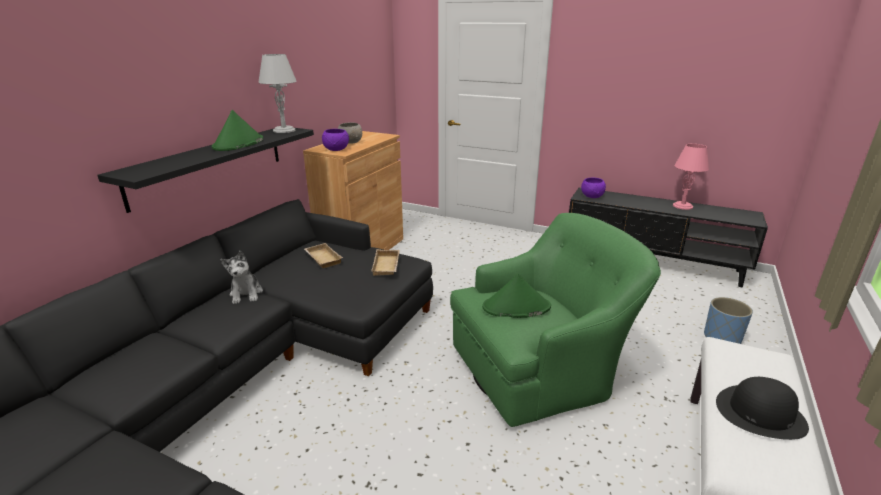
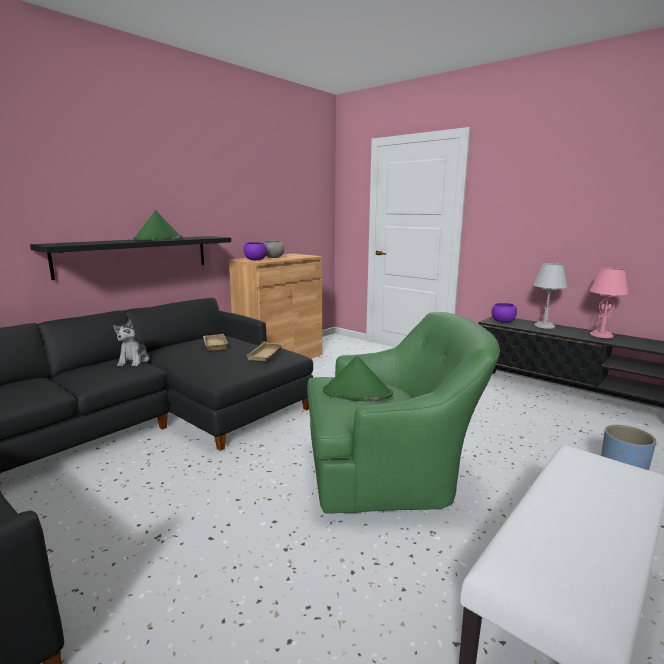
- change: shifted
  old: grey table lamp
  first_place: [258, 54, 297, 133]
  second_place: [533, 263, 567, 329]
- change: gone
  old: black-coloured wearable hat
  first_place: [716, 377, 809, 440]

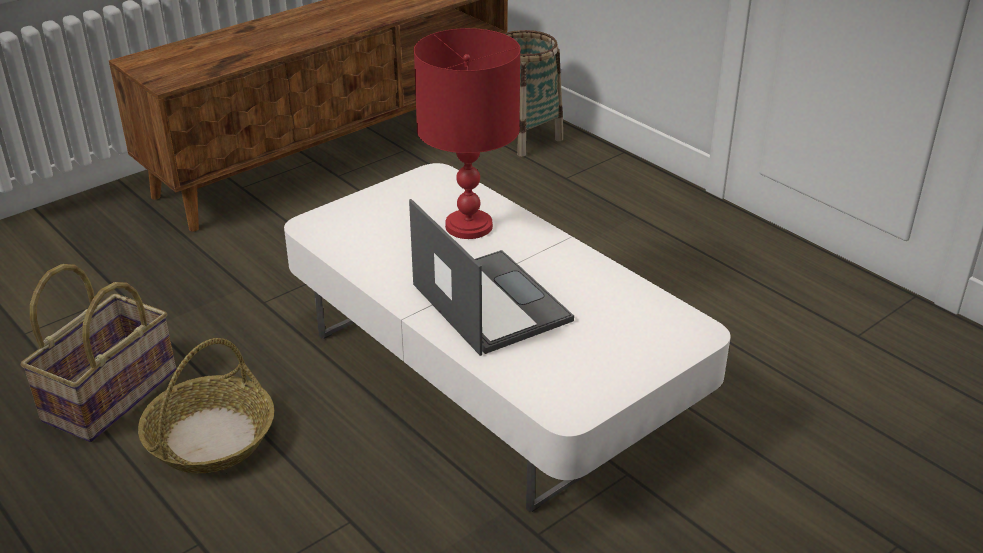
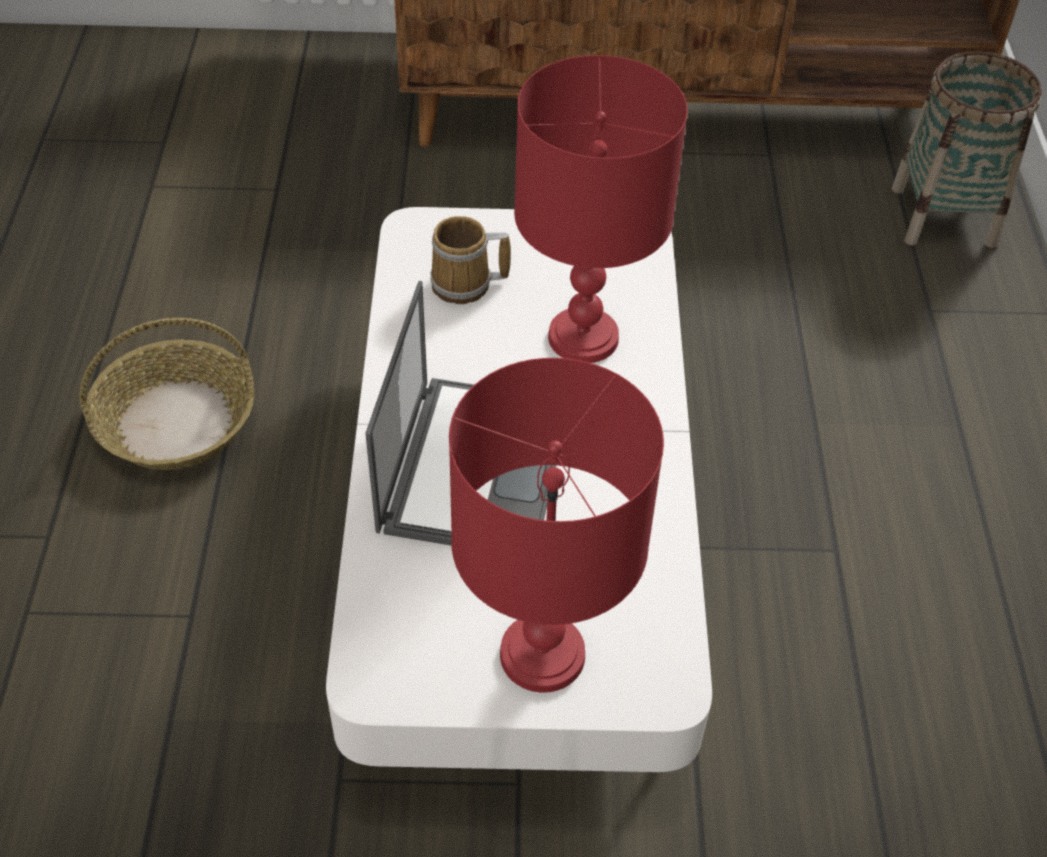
- change: gone
  old: basket
  first_place: [21, 264, 176, 442]
- change: new
  new: tea mug
  second_place: [430, 216, 511, 304]
- change: new
  new: red table lamp
  second_place: [449, 358, 664, 693]

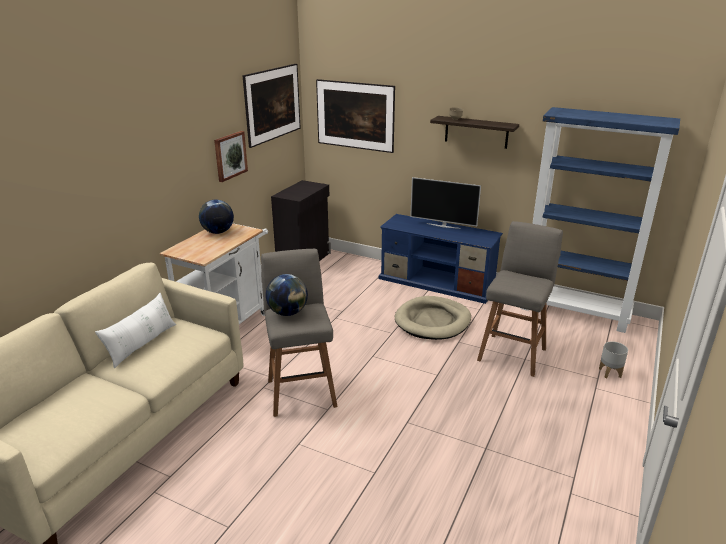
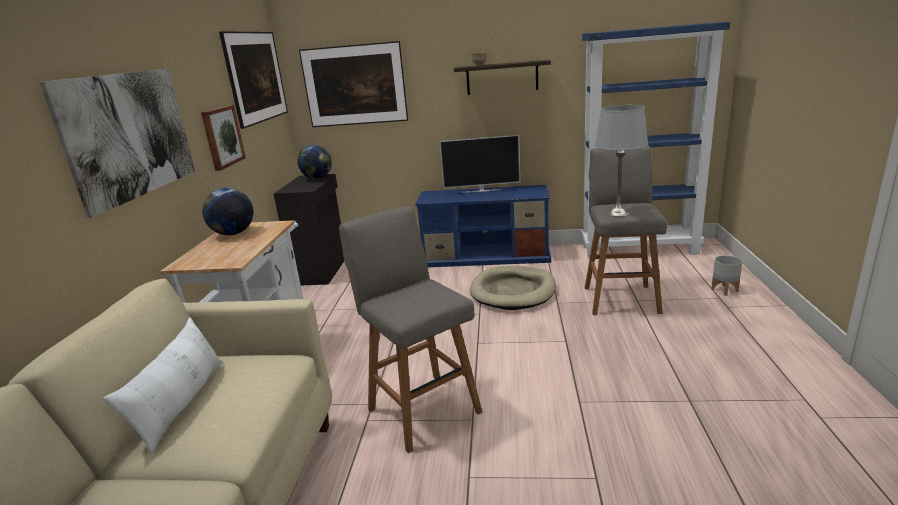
- change: shifted
  old: desk globe
  first_place: [266, 274, 308, 316]
  second_place: [298, 145, 332, 179]
- change: new
  new: picture
  second_place: [40, 69, 195, 218]
- change: new
  new: grey table lamp
  second_place: [594, 105, 648, 217]

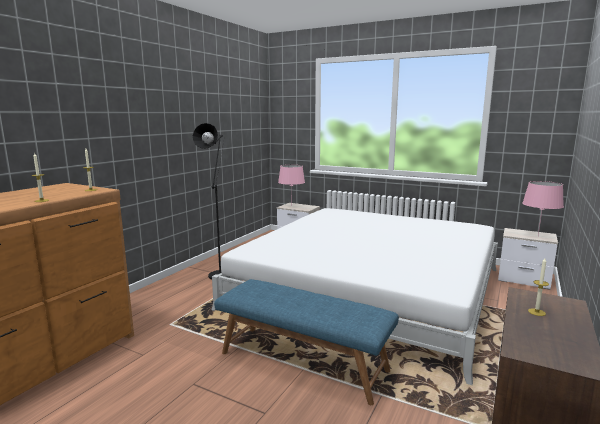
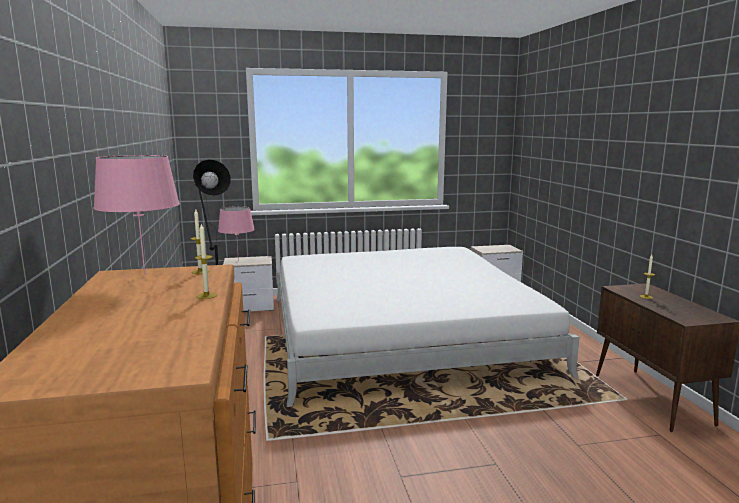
- change: gone
  old: blue bench
  first_place: [214, 279, 399, 405]
- change: shifted
  old: pink table lamp
  first_place: [522, 181, 564, 236]
  second_place: [93, 155, 180, 275]

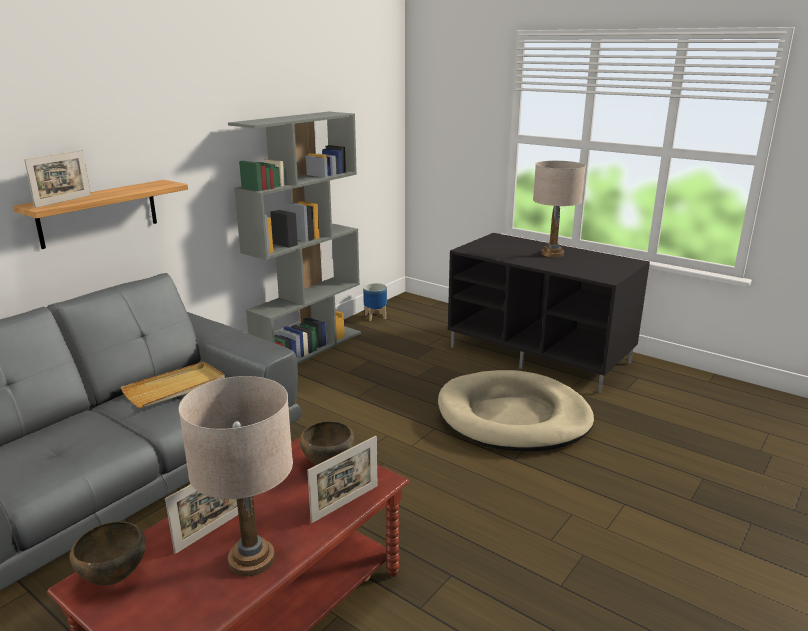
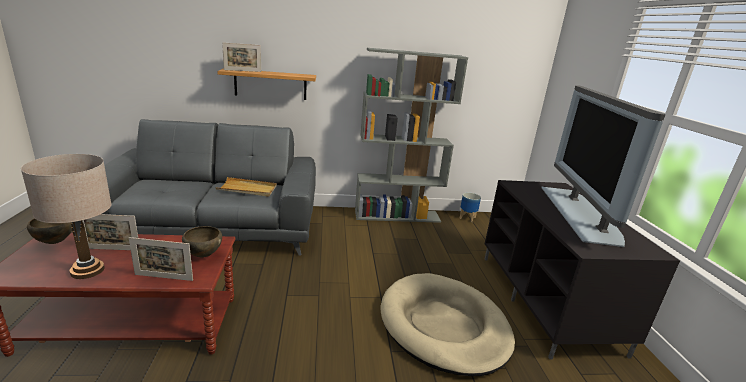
- change: swapped
  old: beige table lamp
  new: TV set
  first_place: [533, 161, 586, 257]
  second_place: [541, 85, 665, 247]

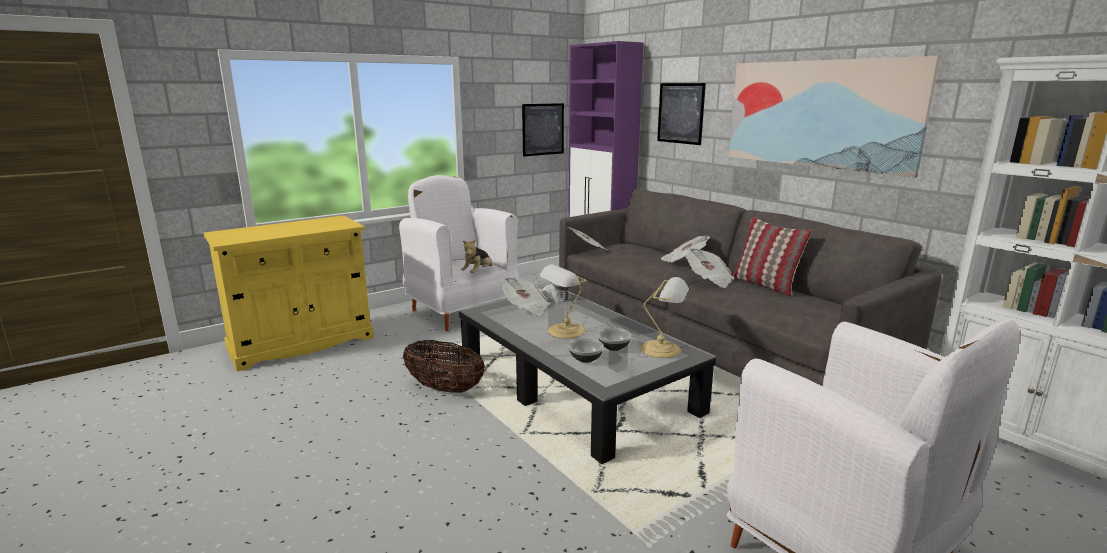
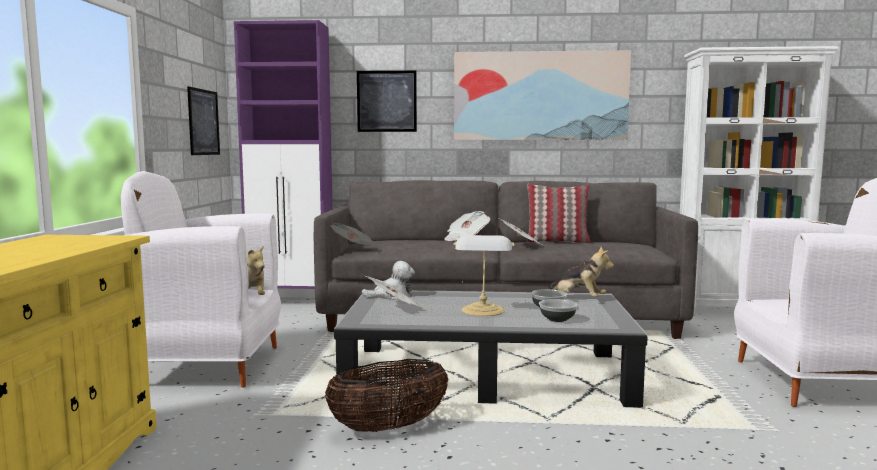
- change: swapped
  old: table lamp
  new: plush toy
  first_place: [640, 277, 689, 358]
  second_place: [548, 247, 614, 297]

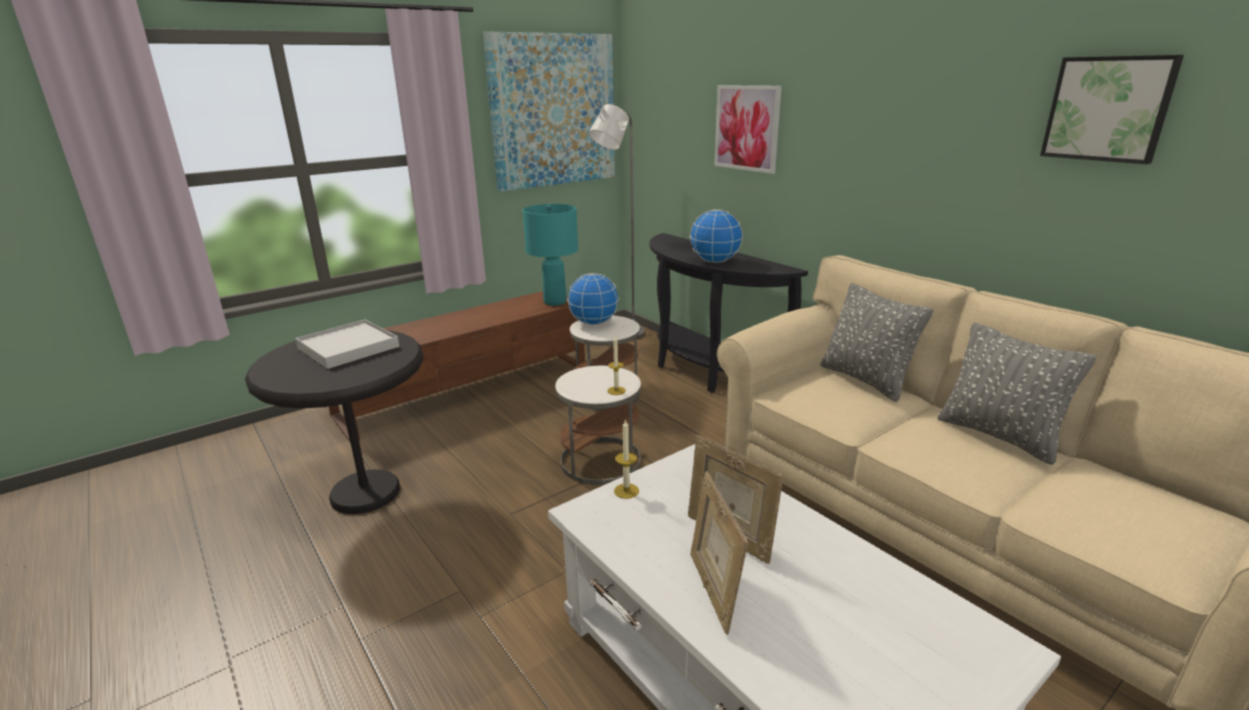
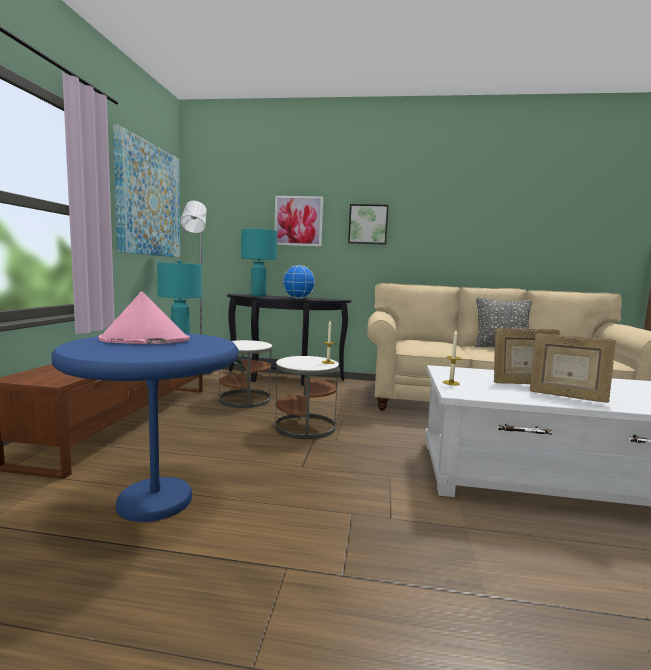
- change: repainted
  old: black-coloured side table
  new: blue side table
  first_place: [245, 330, 424, 514]
  second_place: [51, 333, 239, 522]
- change: swapped
  old: whitish serving tray
  new: pink wearable hat
  first_place: [295, 319, 399, 369]
  second_place: [98, 291, 190, 344]
- change: gone
  old: desk globe
  first_place: [567, 273, 619, 325]
- change: gone
  old: grey cushion
  first_place: [820, 283, 934, 402]
- change: shifted
  old: picture
  first_place: [1040, 55, 1184, 164]
  second_place: [348, 204, 389, 245]
- change: new
  new: blue-green table lamp
  second_place: [241, 228, 277, 296]

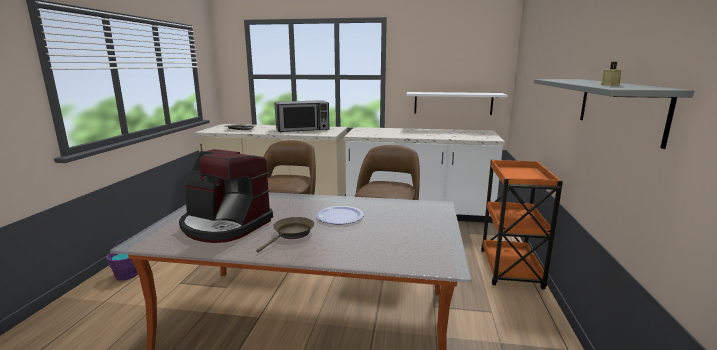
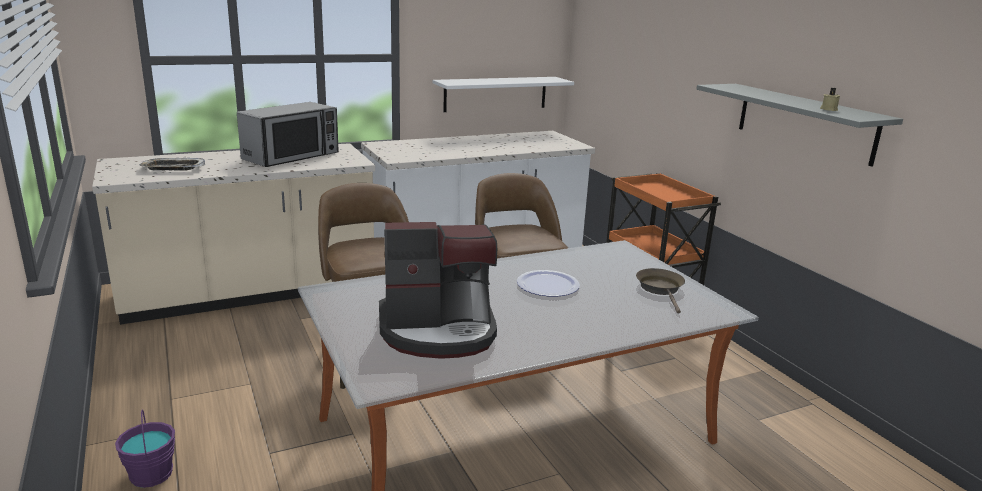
- change: shifted
  old: brown-coloured frying pan
  first_place: [256, 217, 314, 253]
  second_place: [636, 268, 685, 314]

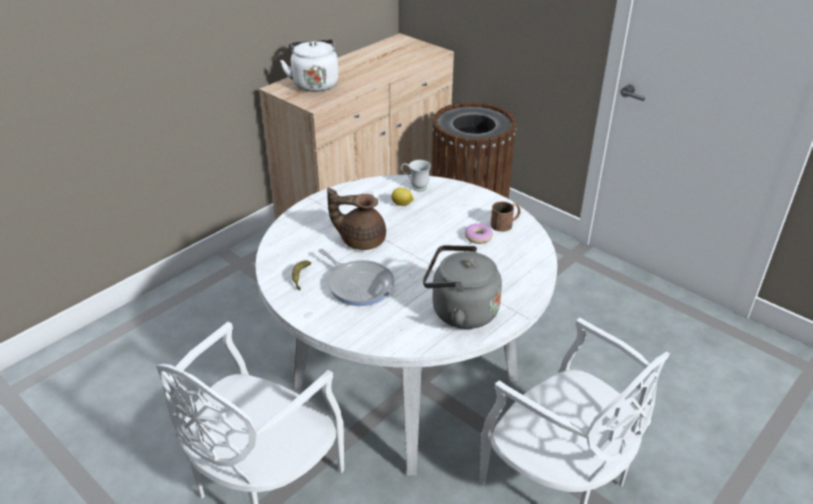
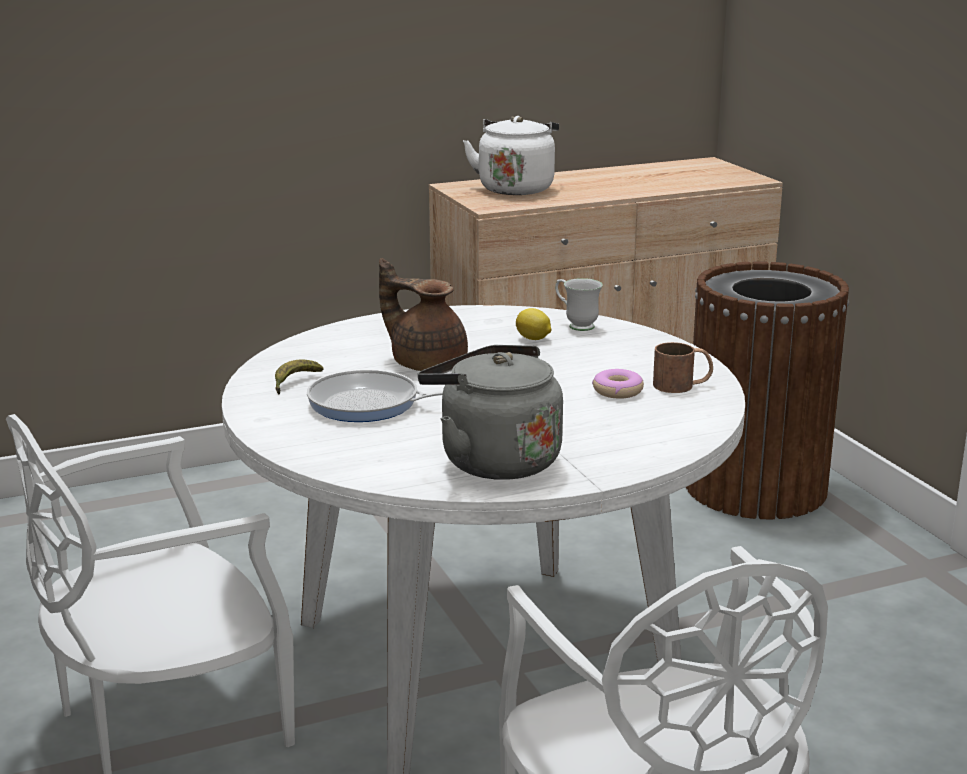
- change: rotated
  old: frying pan
  first_place: [318, 249, 394, 306]
  second_place: [307, 370, 443, 422]
  degrees: 120

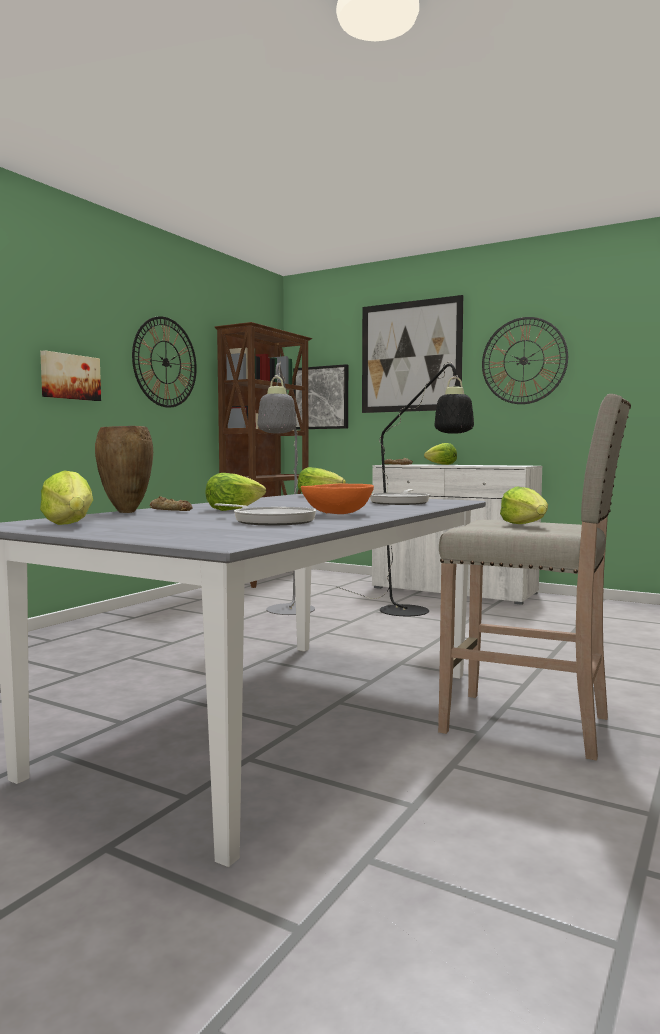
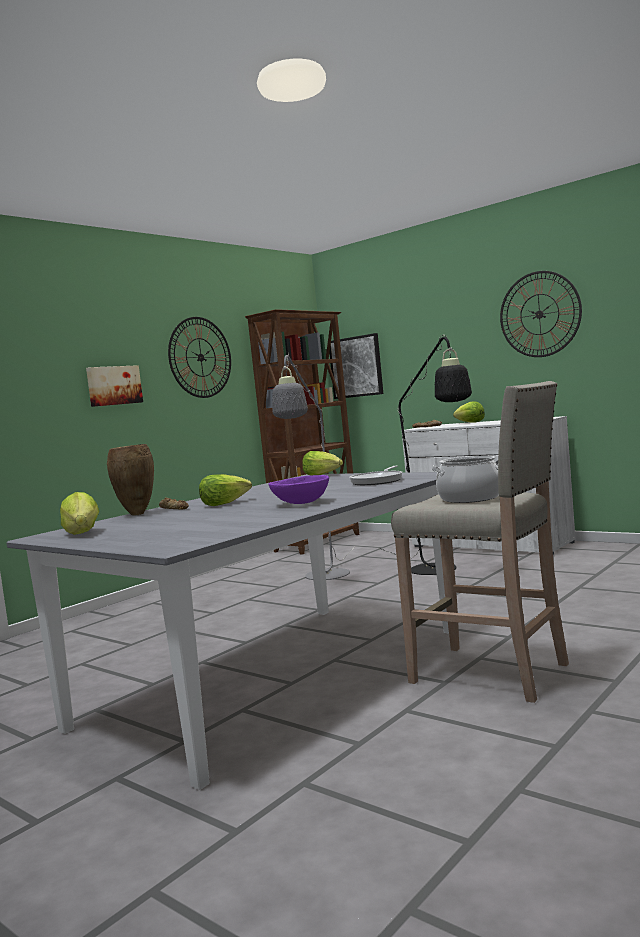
- change: gone
  old: frying pan
  first_place: [214, 503, 316, 525]
- change: repainted
  old: orangey bowl
  new: purplish bowl
  first_place: [301, 483, 374, 514]
  second_place: [269, 475, 329, 504]
- change: gone
  old: picture
  first_place: [362, 295, 463, 413]
- change: swapped
  old: lettuce head
  new: cooking pot
  first_place: [500, 486, 548, 524]
  second_place: [431, 456, 499, 503]

